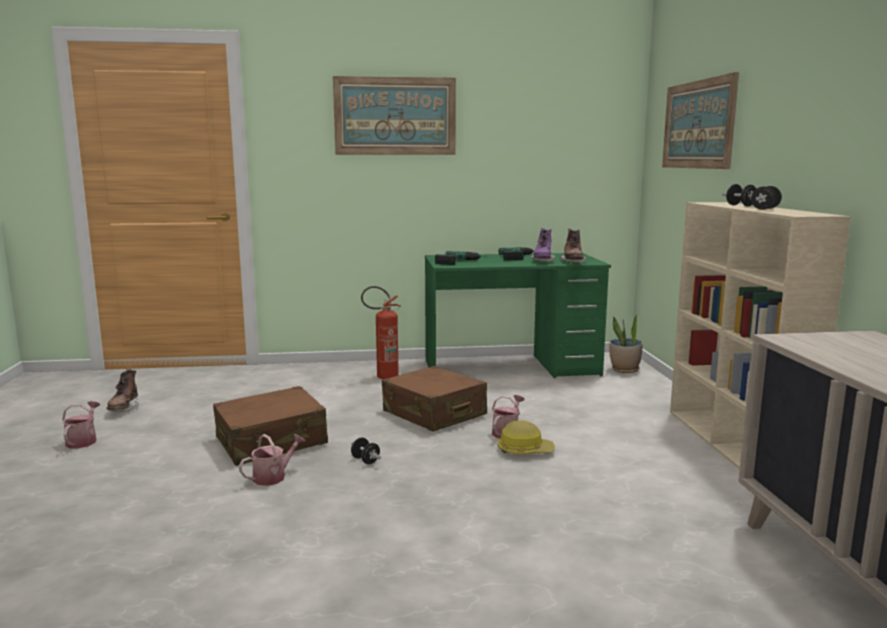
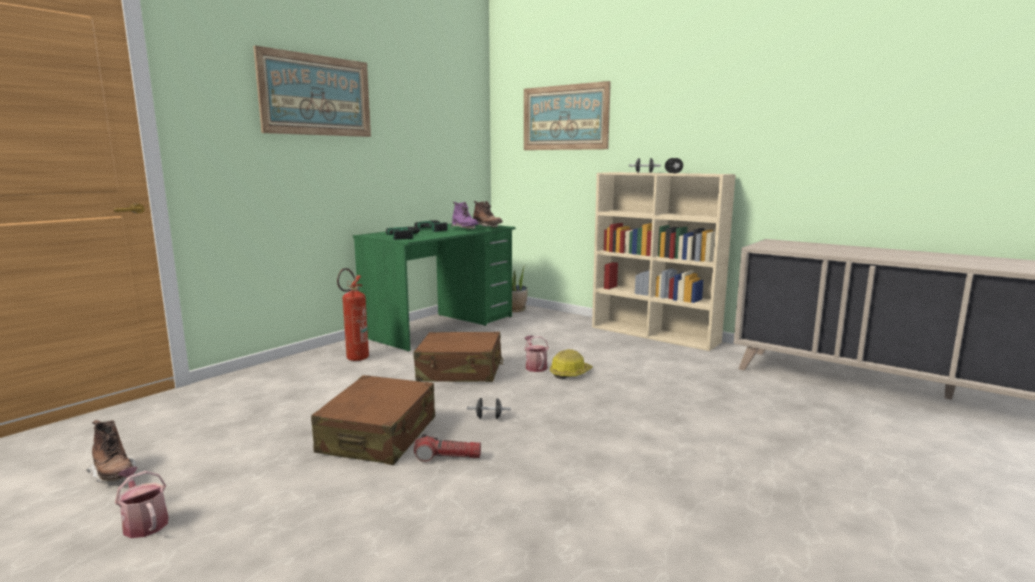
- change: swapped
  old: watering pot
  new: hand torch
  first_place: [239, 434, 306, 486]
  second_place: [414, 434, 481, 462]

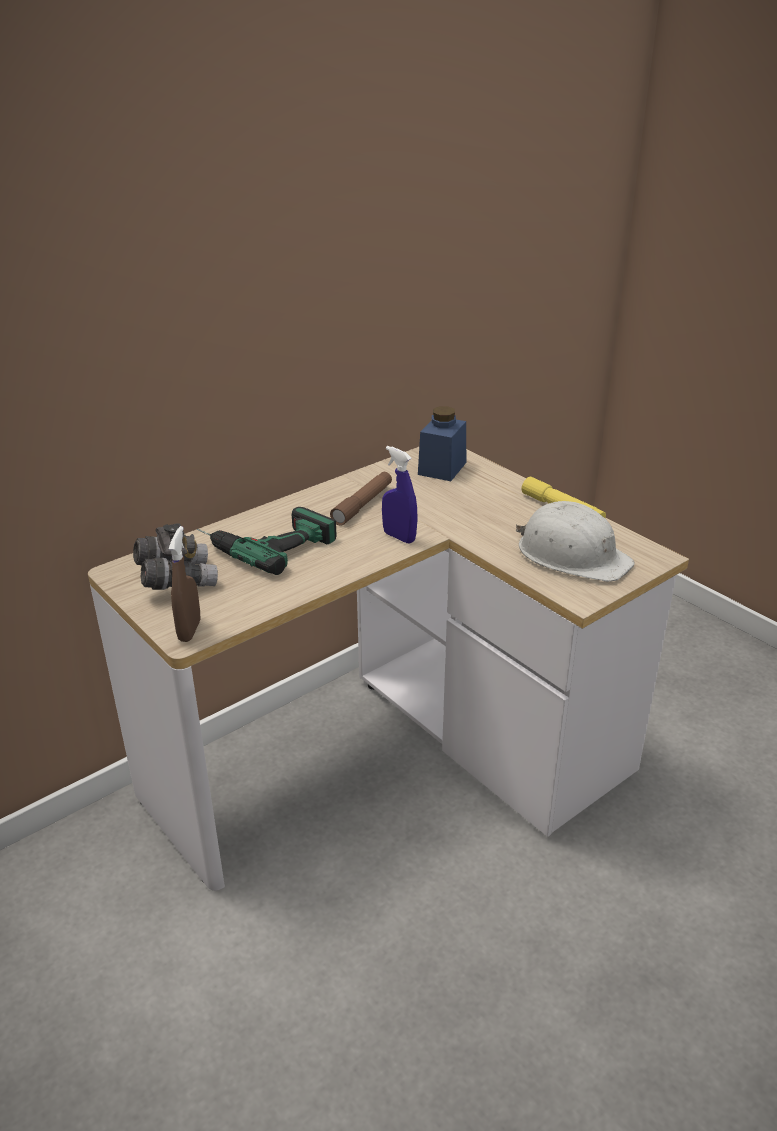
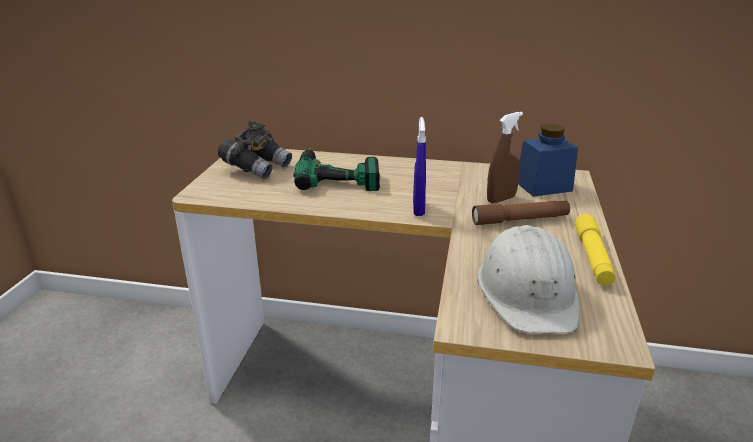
- change: shifted
  old: brown-coloured hand sprayer
  first_place: [169, 526, 201, 642]
  second_place: [487, 112, 523, 203]
- change: shifted
  old: brown-coloured hand torch
  first_place: [330, 472, 392, 526]
  second_place: [472, 201, 570, 225]

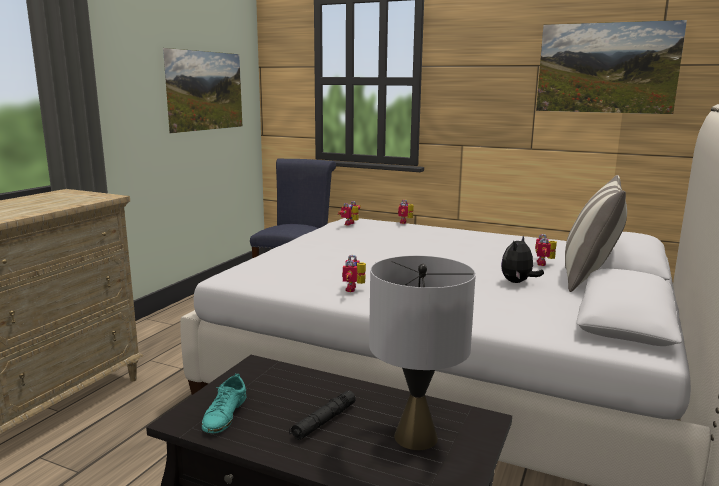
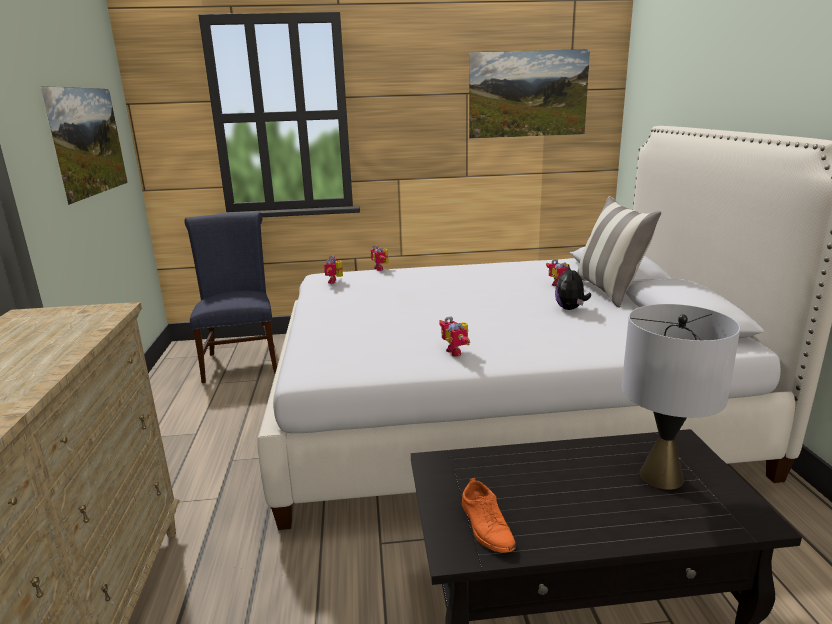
- change: repainted
  old: blue-green low shoe
  new: orangey low shoe
  first_place: [202, 374, 246, 433]
  second_place: [462, 478, 516, 553]
- change: gone
  old: black-coloured hand torch
  first_place: [289, 390, 356, 440]

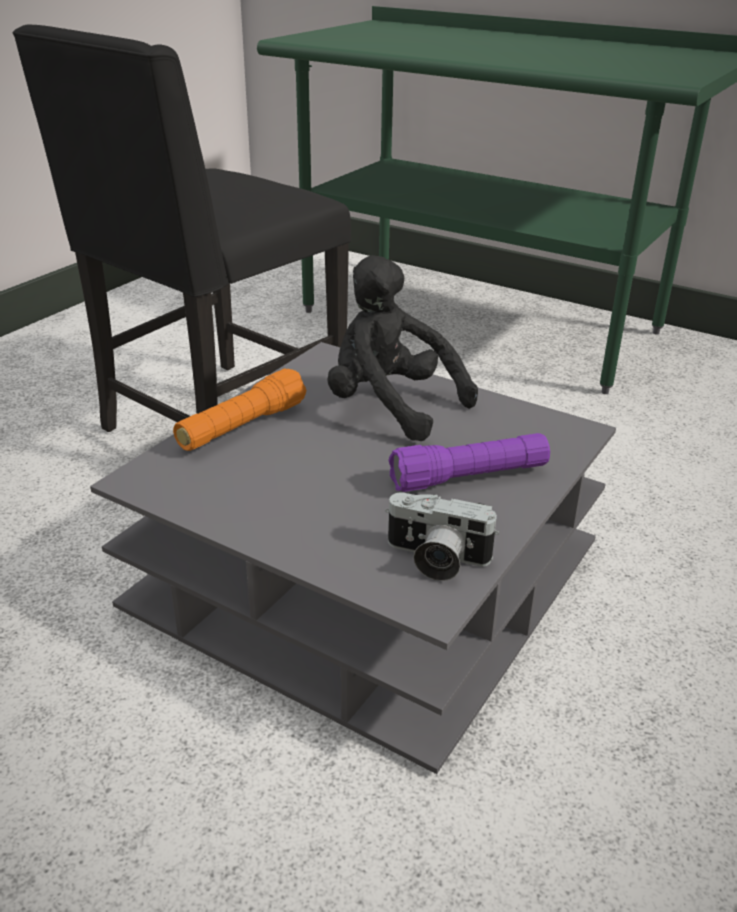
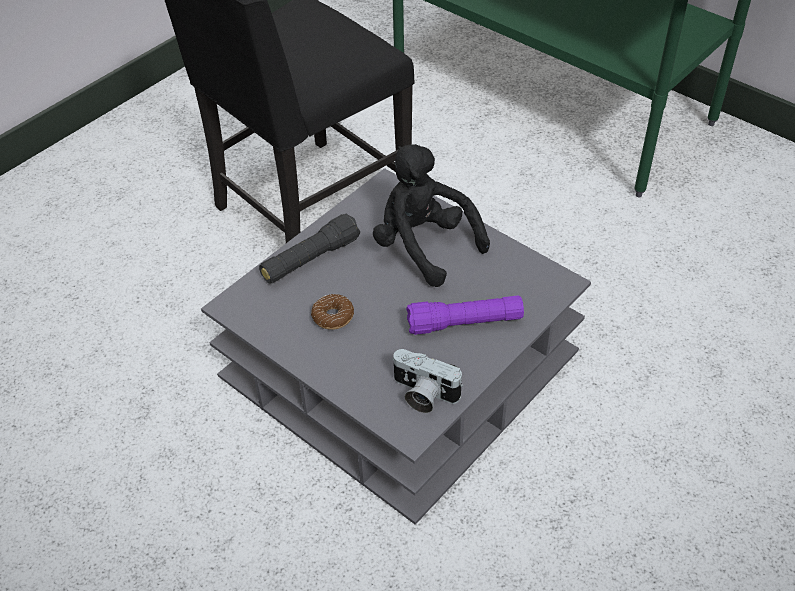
- change: repainted
  old: orangey hand torch
  new: black-coloured hand torch
  first_place: [173, 368, 306, 451]
  second_place: [259, 214, 360, 283]
- change: new
  new: donut
  second_place: [311, 294, 354, 330]

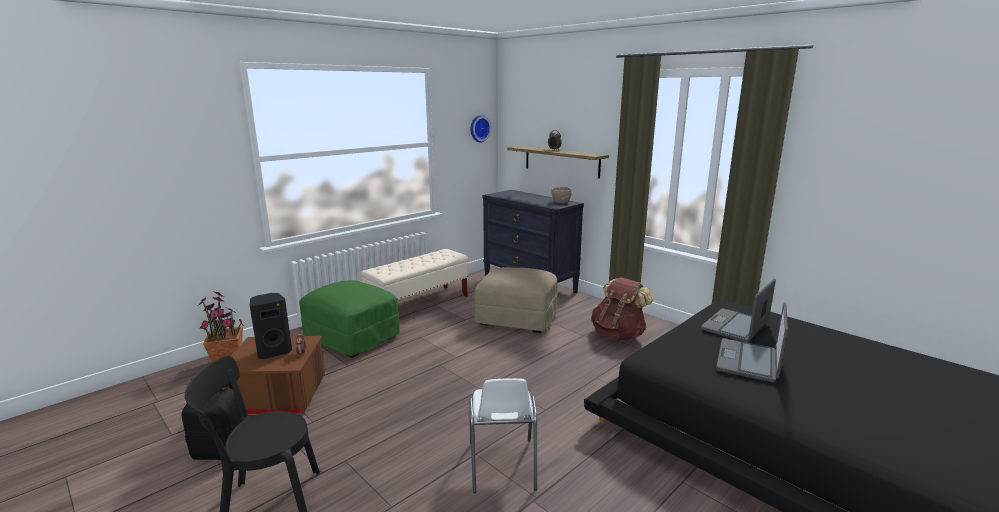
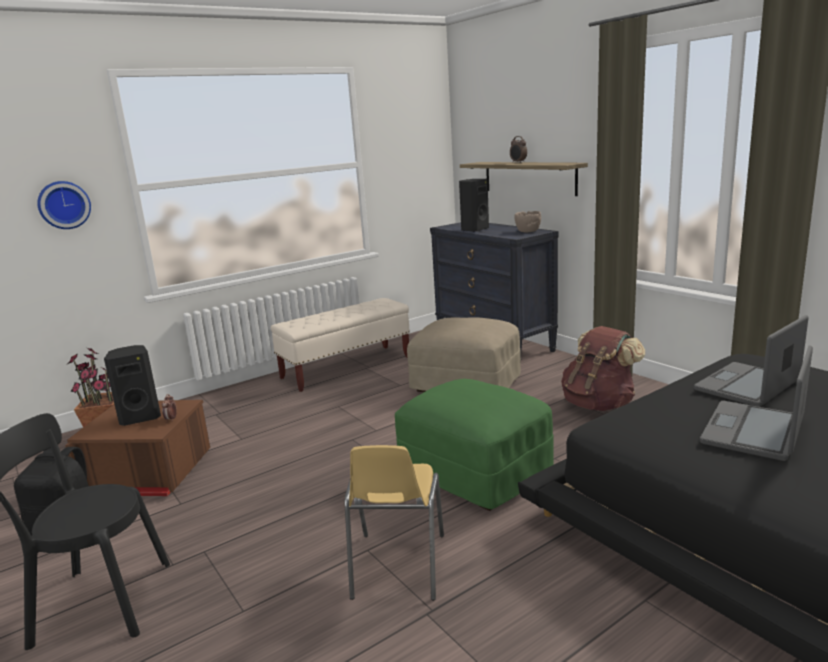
- change: shifted
  old: green footrest
  first_place: [299, 280, 400, 358]
  second_place: [395, 379, 554, 511]
- change: repainted
  old: whitish plain chair
  new: yellow plain chair
  first_place: [469, 378, 537, 493]
  second_place: [345, 445, 444, 601]
- change: shifted
  old: clock on the wall
  first_place: [471, 115, 491, 143]
  second_place: [37, 181, 91, 229]
- change: new
  new: black-coloured loudspeaker
  second_place: [459, 179, 489, 232]

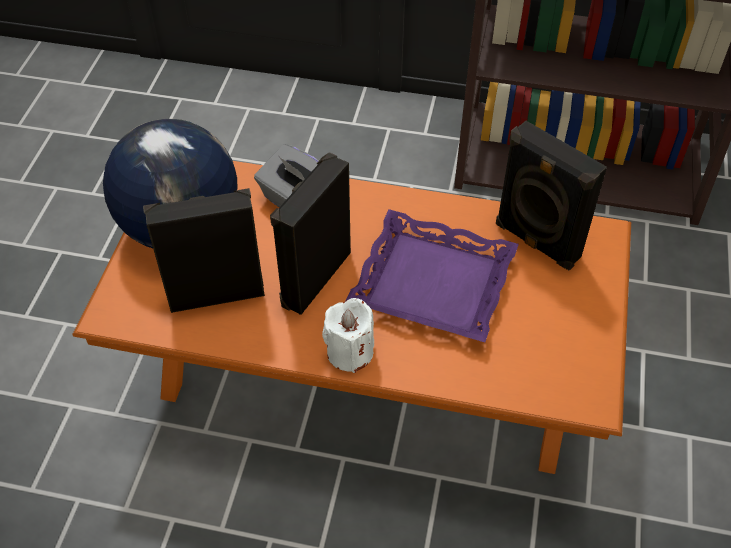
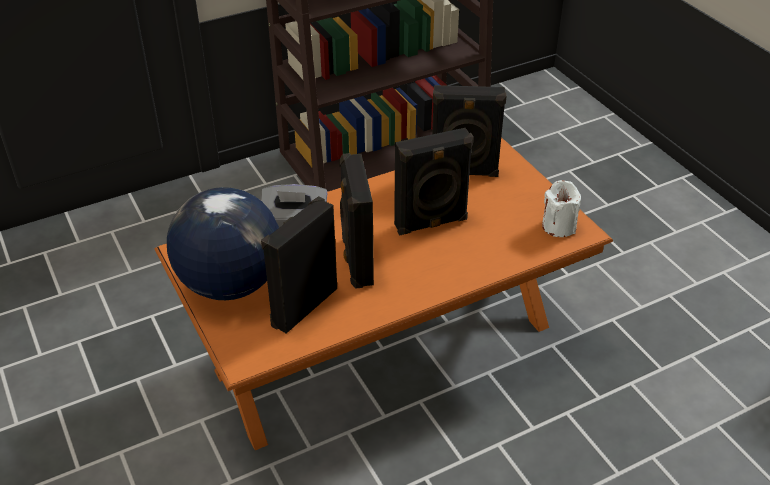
- change: shifted
  old: whitish wax candle
  first_place: [322, 298, 374, 373]
  second_place: [542, 180, 581, 237]
- change: swapped
  old: purplish serving tray
  new: black-coloured loudspeaker
  first_place: [346, 209, 519, 342]
  second_place: [394, 128, 474, 236]

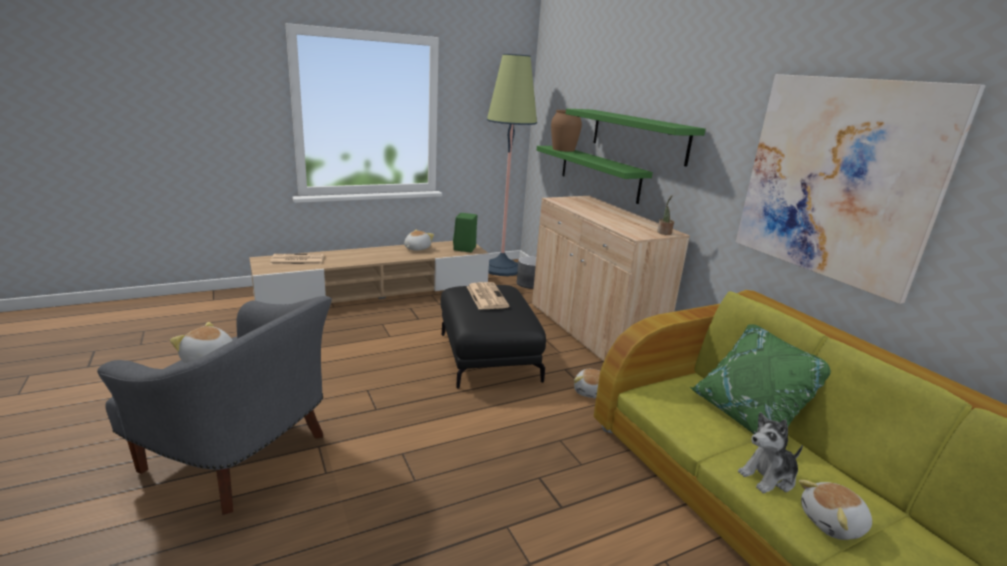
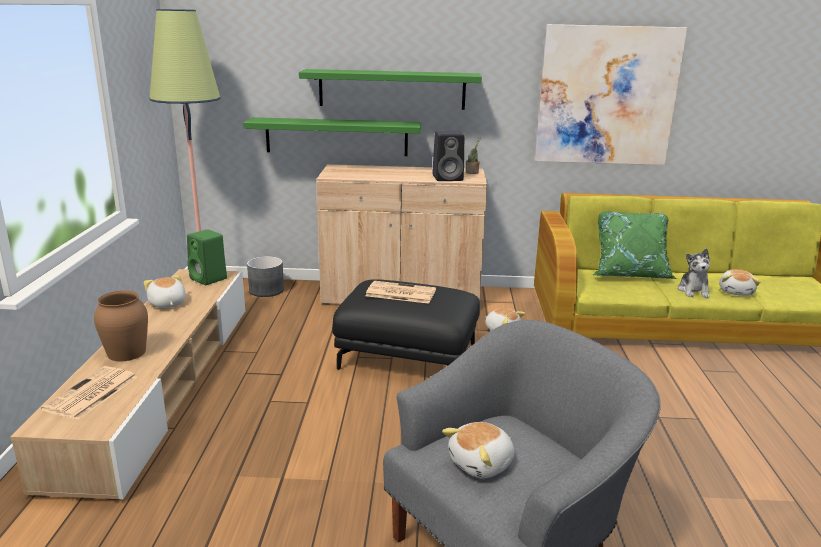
- change: shifted
  old: brown-coloured flower vase
  first_place: [551, 110, 582, 152]
  second_place: [94, 290, 148, 361]
- change: new
  new: black-coloured loudspeaker
  second_place: [432, 131, 464, 181]

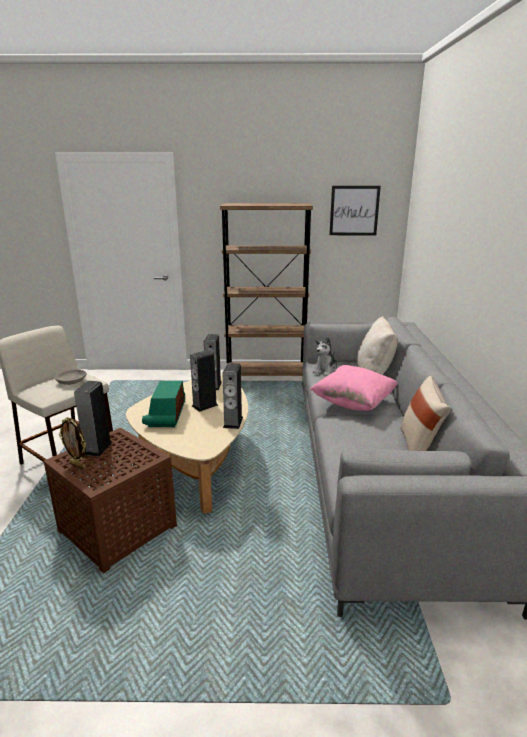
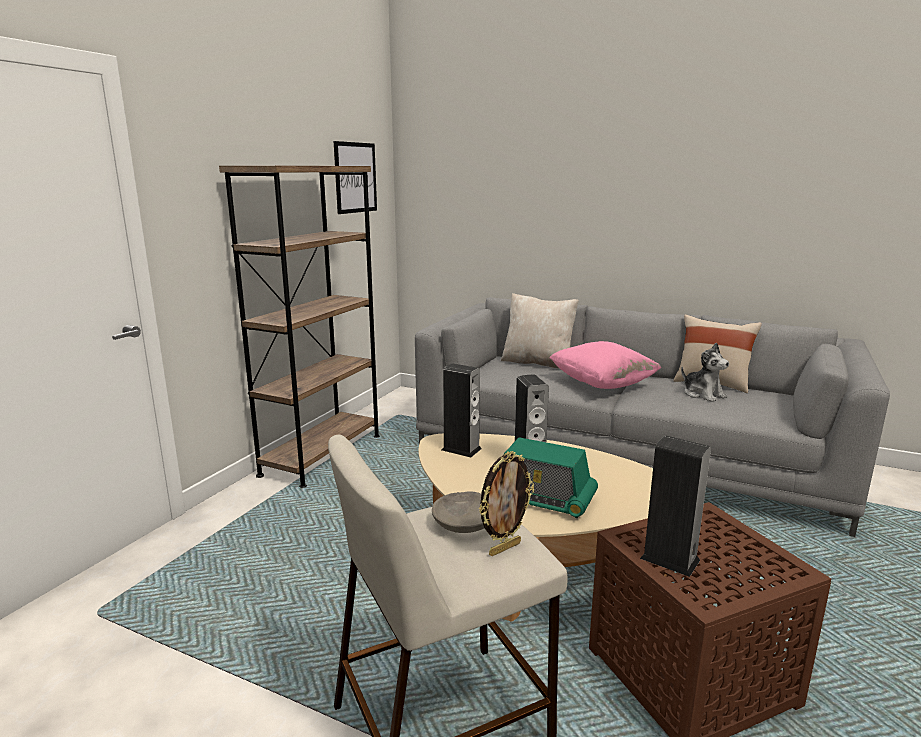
- change: shifted
  old: photo frame
  first_place: [59, 417, 86, 468]
  second_place: [479, 451, 534, 556]
- change: gone
  old: loudspeaker
  first_place: [222, 363, 243, 429]
- change: shifted
  old: plush toy
  first_place: [313, 337, 337, 376]
  second_place: [681, 342, 729, 402]

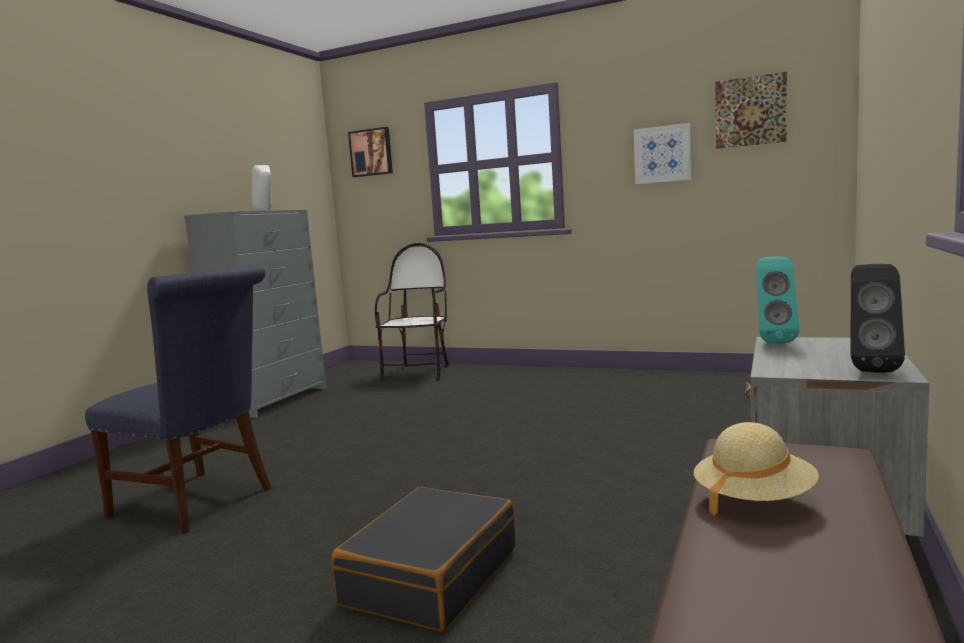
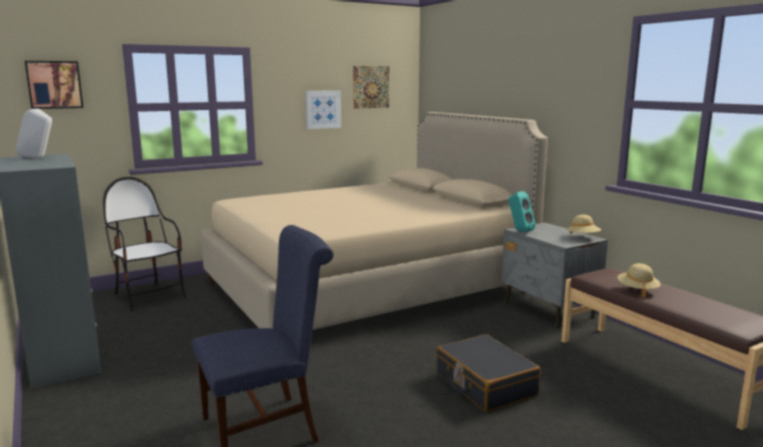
- change: swapped
  old: black-coloured loudspeaker
  new: beige wearable hat
  first_place: [851, 264, 905, 373]
  second_place: [566, 215, 602, 234]
- change: new
  new: beige bedroom bed
  second_place: [201, 112, 548, 330]

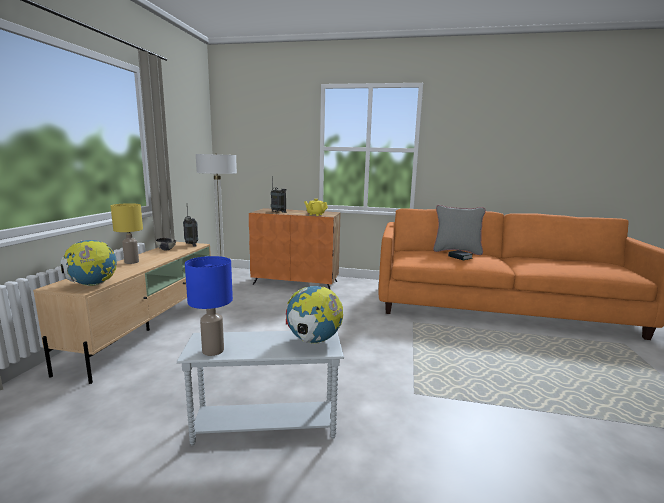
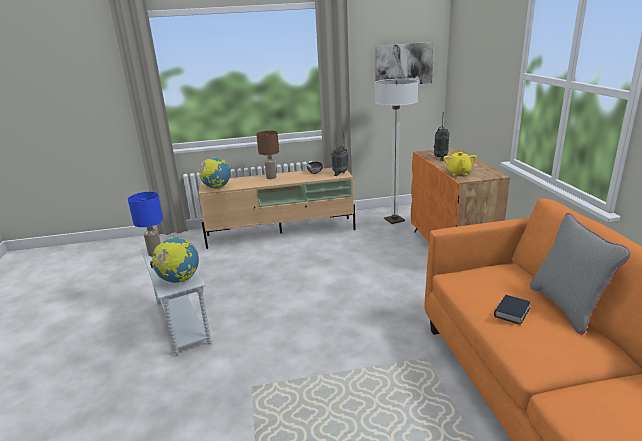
- change: repainted
  old: yellow table lamp
  new: brown-coloured table lamp
  first_place: [111, 203, 143, 264]
  second_place: [256, 131, 279, 179]
- change: new
  new: picture
  second_place: [375, 42, 434, 84]

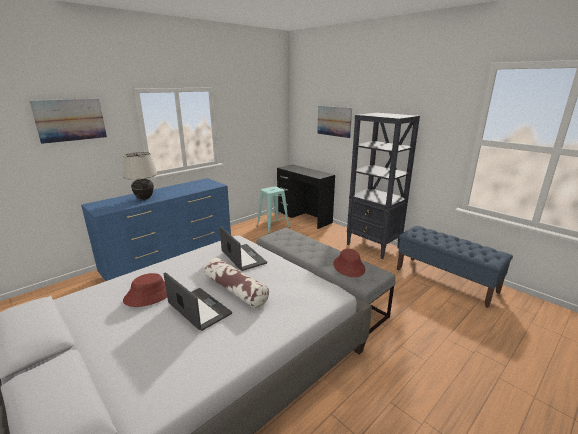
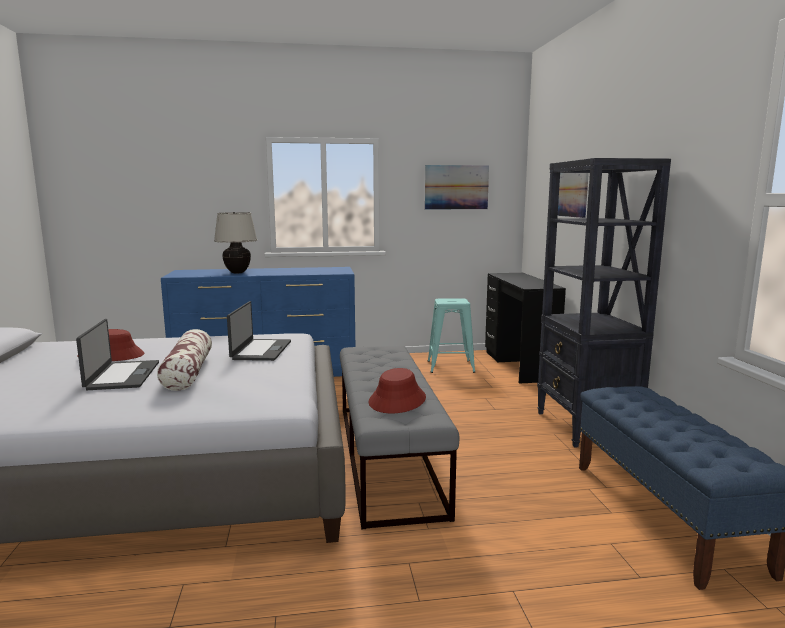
- change: shifted
  old: picture
  first_place: [29, 99, 107, 144]
  second_place: [425, 165, 489, 209]

